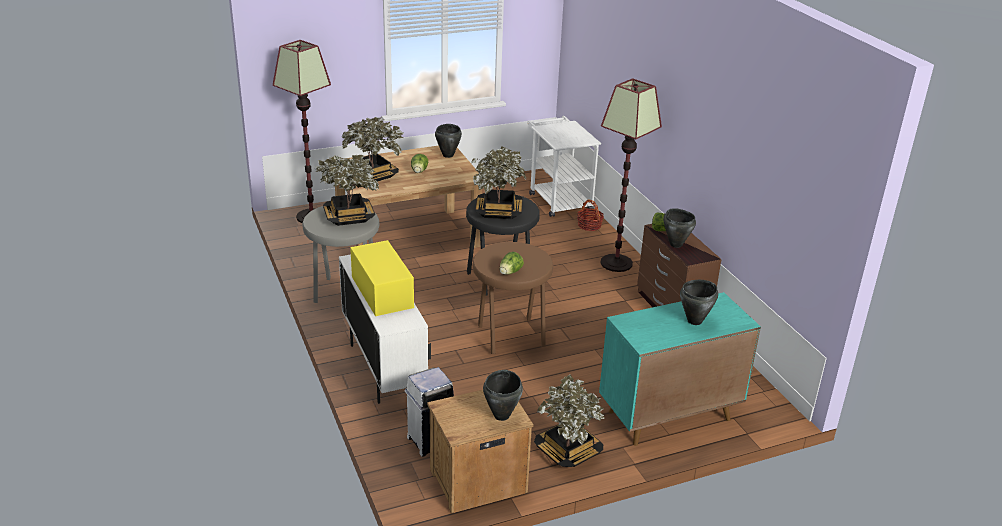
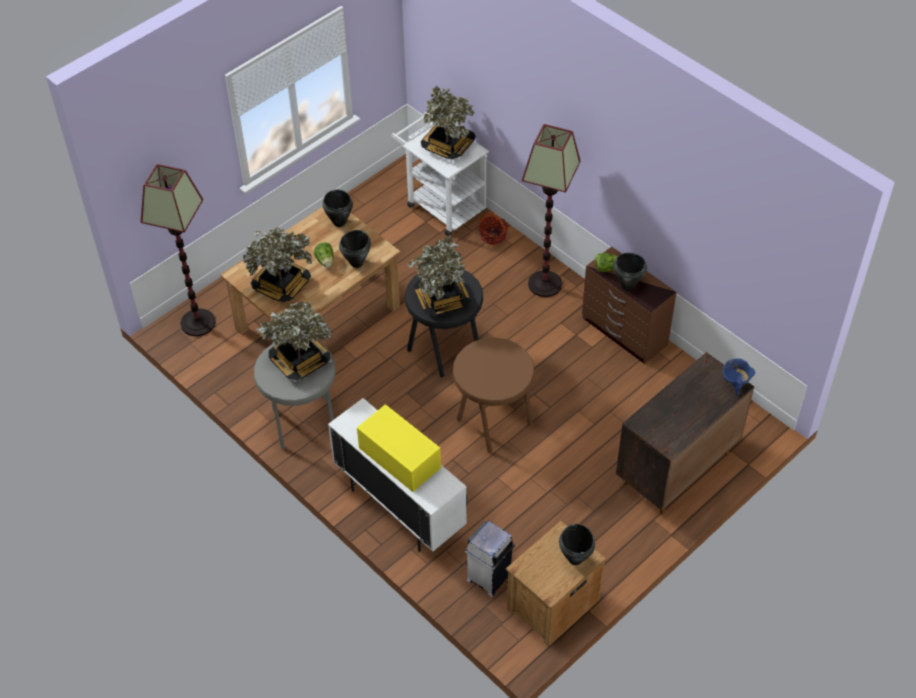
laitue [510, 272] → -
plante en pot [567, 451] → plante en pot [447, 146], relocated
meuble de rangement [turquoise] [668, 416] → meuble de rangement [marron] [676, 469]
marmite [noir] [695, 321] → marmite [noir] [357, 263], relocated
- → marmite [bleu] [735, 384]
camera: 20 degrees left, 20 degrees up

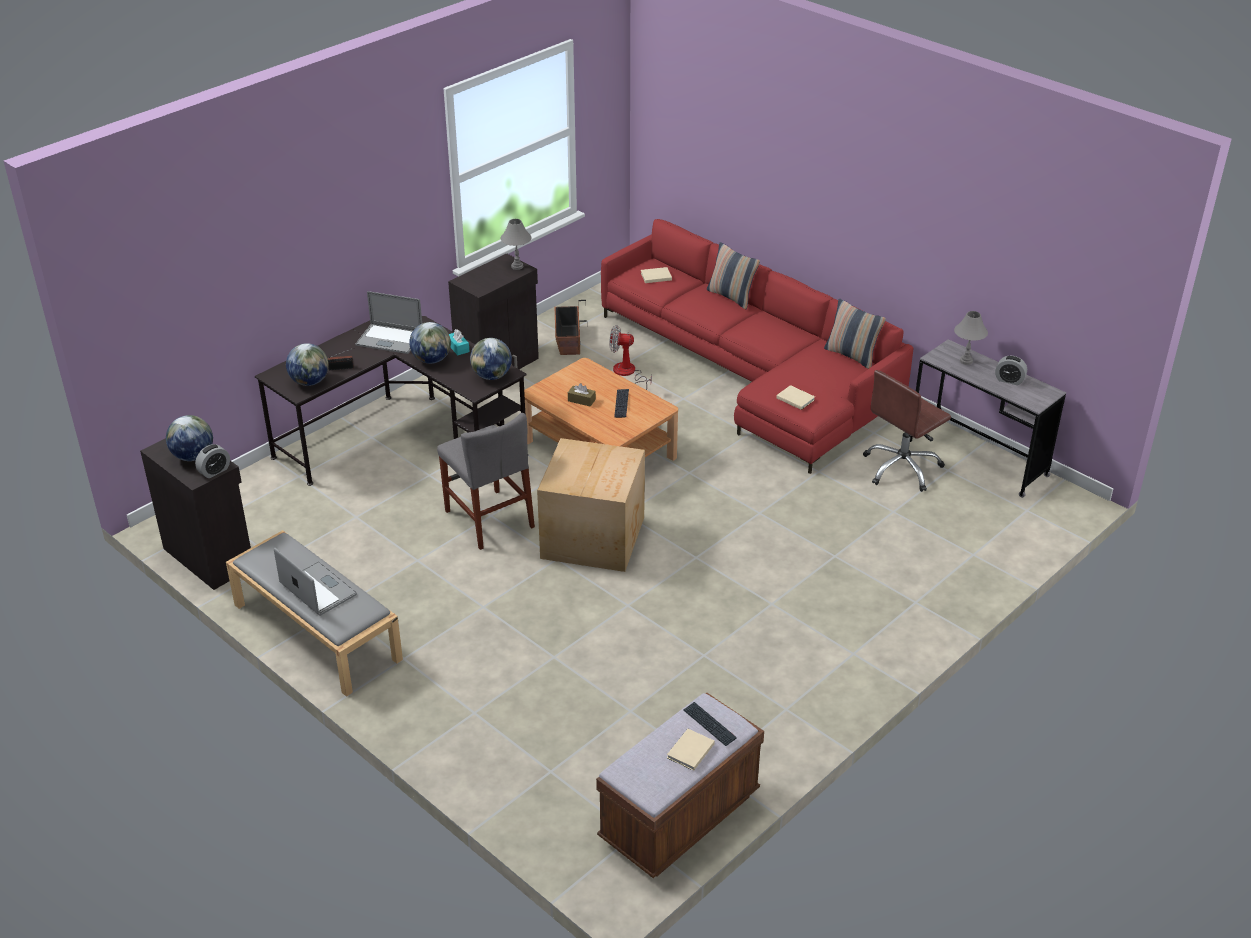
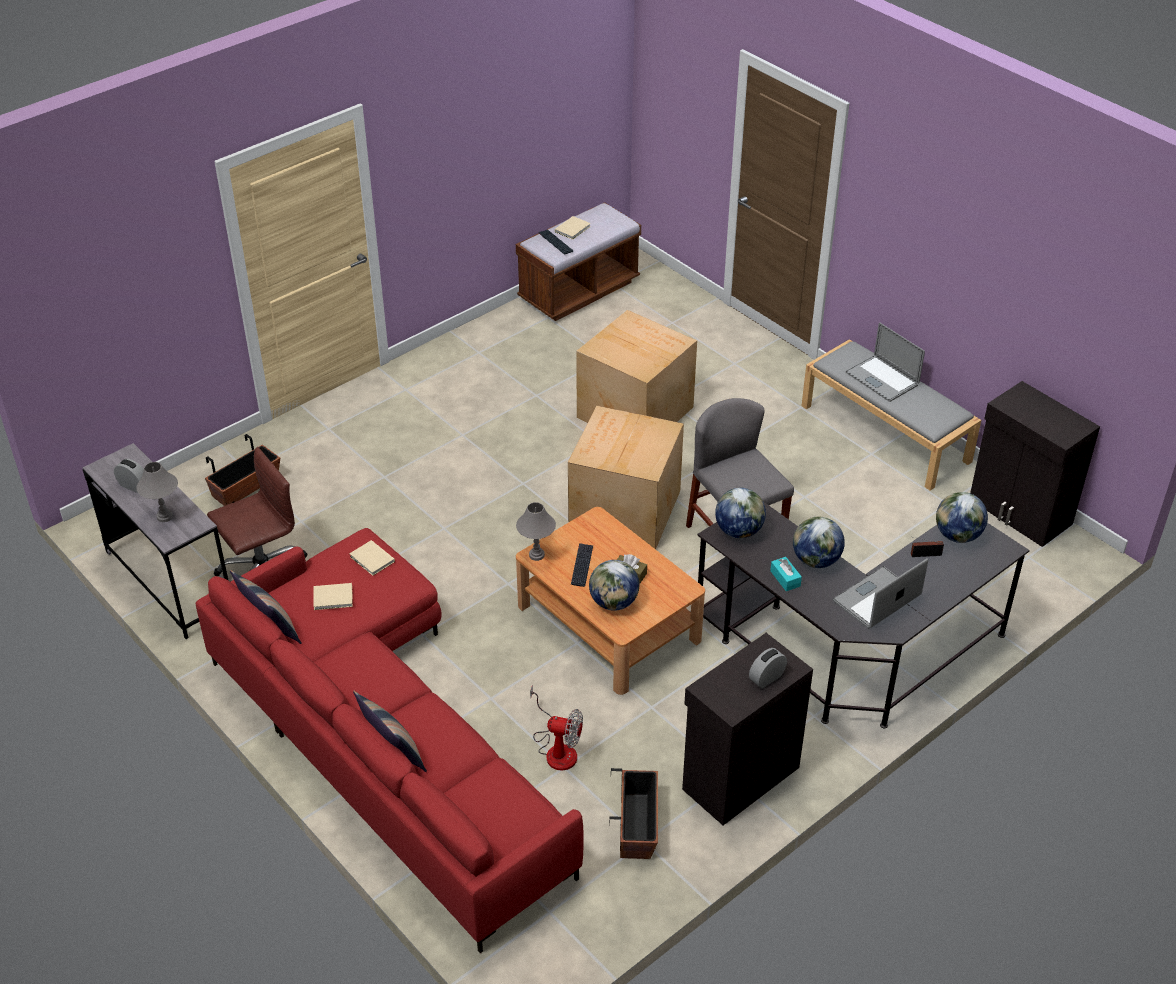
globe [193, 456] → globe [614, 602], relocated
réveil [214, 471] → réveil [766, 678], relocated
ordinateur portable [389, 339] → ordinateur portable [877, 598], 60 degrees counterclockwise
lampe de table [gris] [517, 266] → lampe de table [gris] [537, 555], relocated
livre [beige] [655, 276] → livre [beige] [334, 598], relocated
- → cache-pot [246, 487]
- → carton [635, 411]
camera: 175 degrees left, 5 degrees up

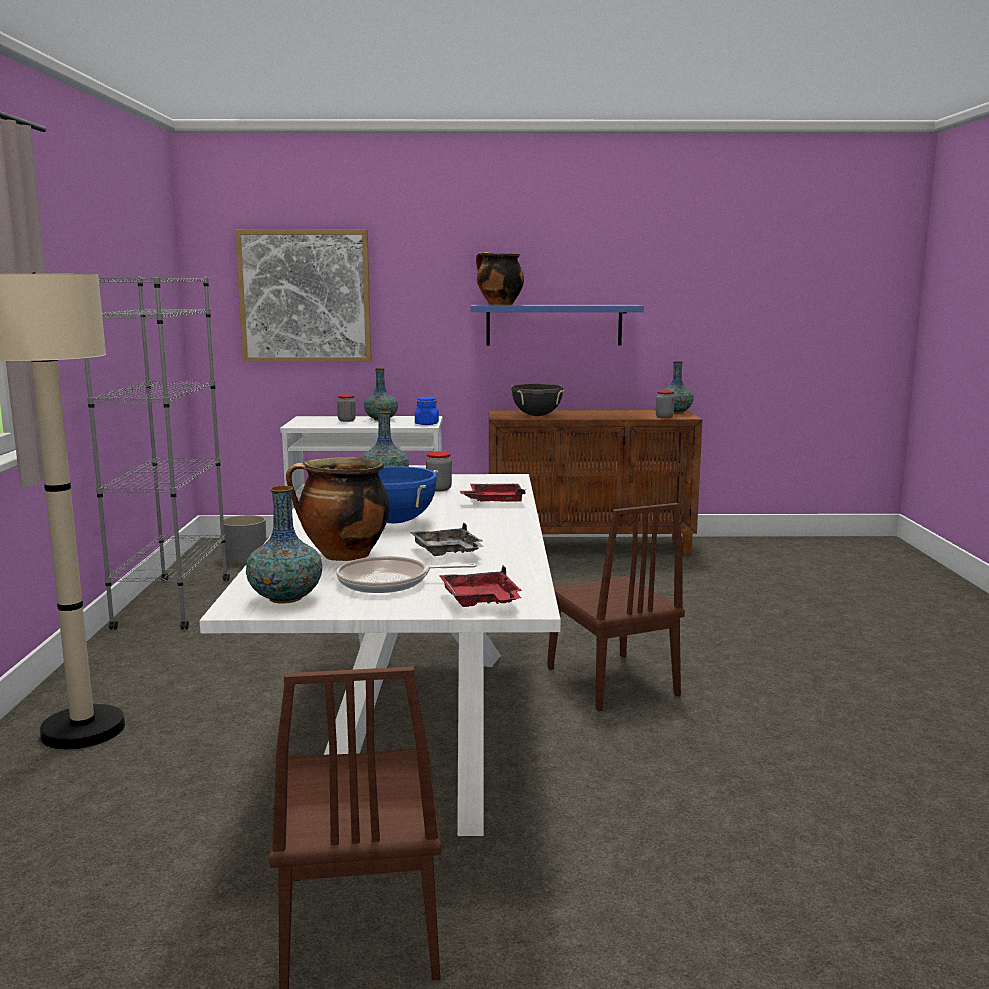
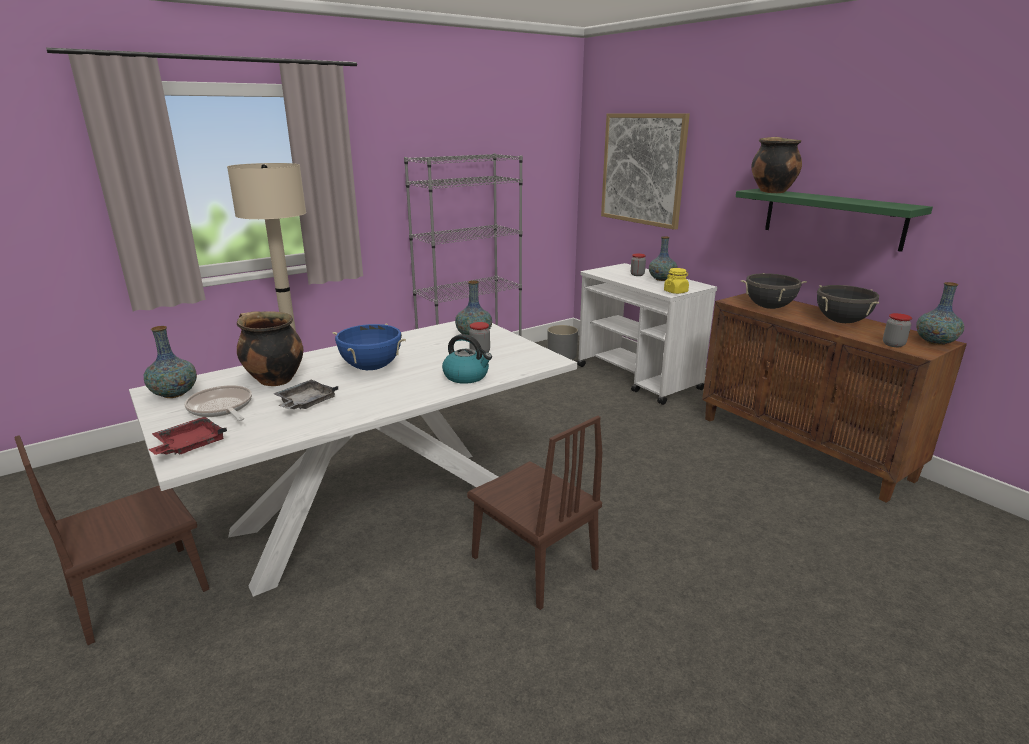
bocal [bleu] [426, 424] → bocal [jaune] [675, 292]
plateau [rouge] [494, 501] → bouilloire [467, 376]
étagère [bleu] [554, 325] → étagère [vert] [832, 218]
chaise [marron] [611, 681] → chaise [marron] [534, 562], 75 degrees counterclockwise
- → marmite [noir] [841, 322]
camera: 55 degrees right, 10 degrees up

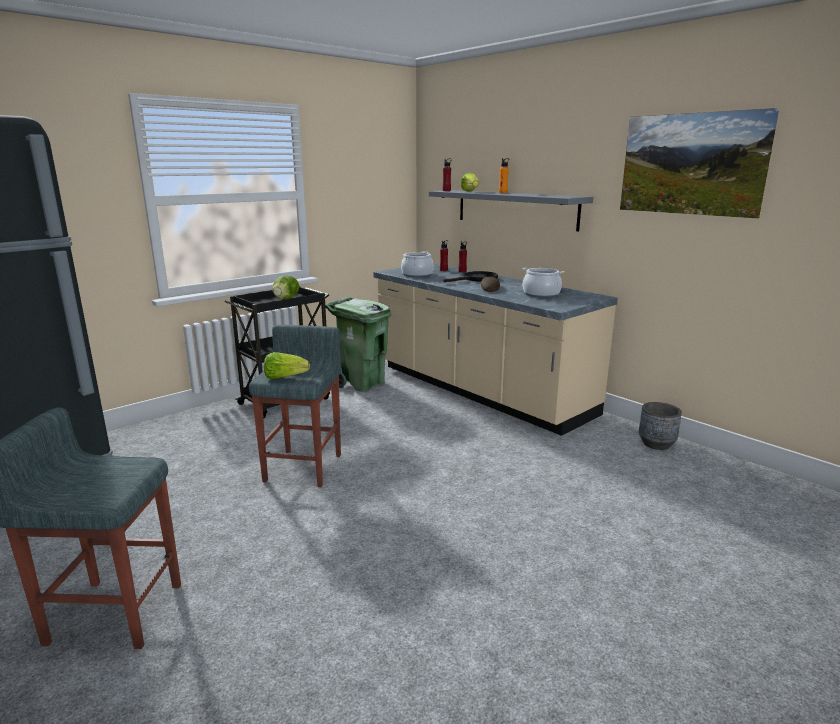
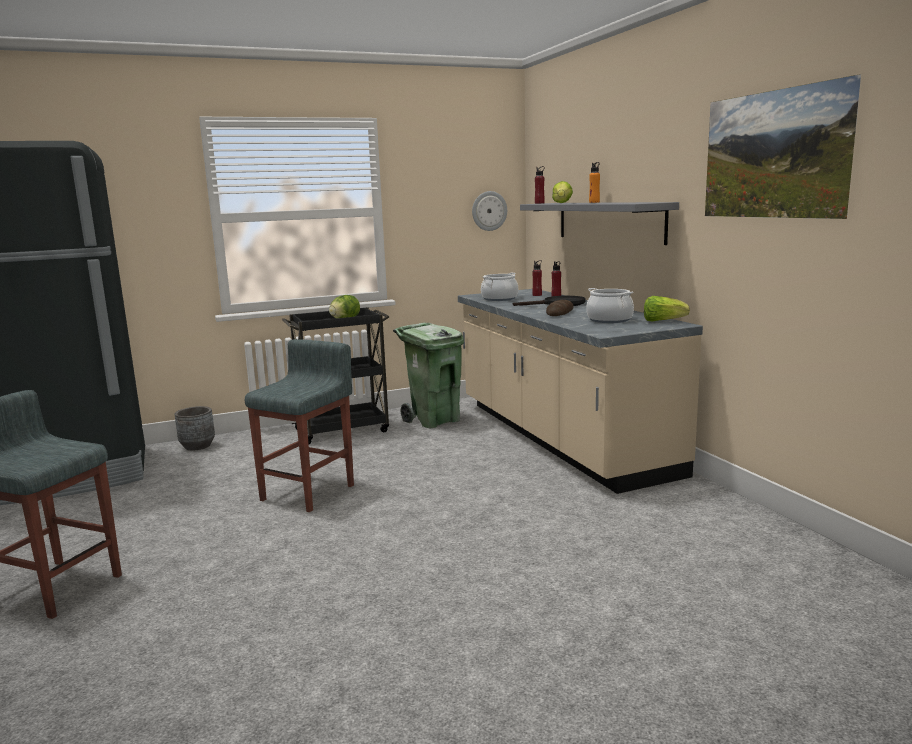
laitue [284, 377] → laitue [662, 321], relocated
cache-pot [gris] [656, 444] → cache-pot [gris] [197, 446], relocated
- → horloge murale [489, 211]
camera: 20 degrees right, 5 degrees down

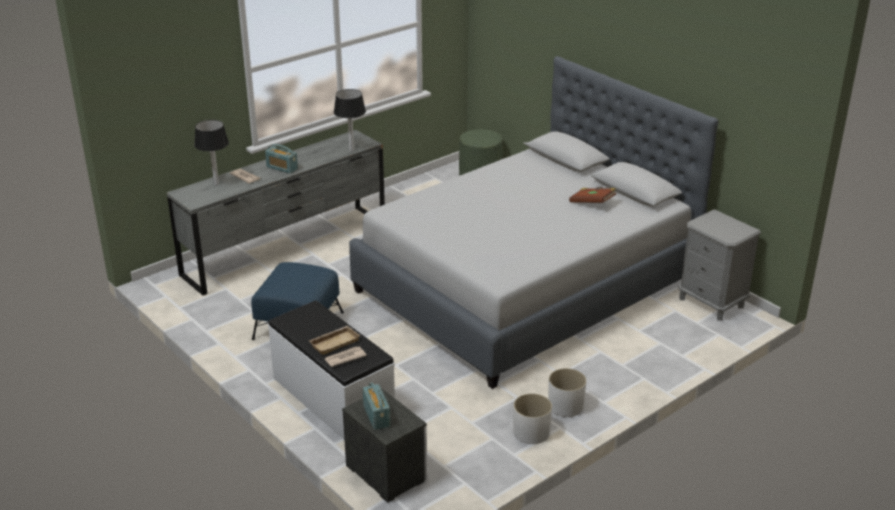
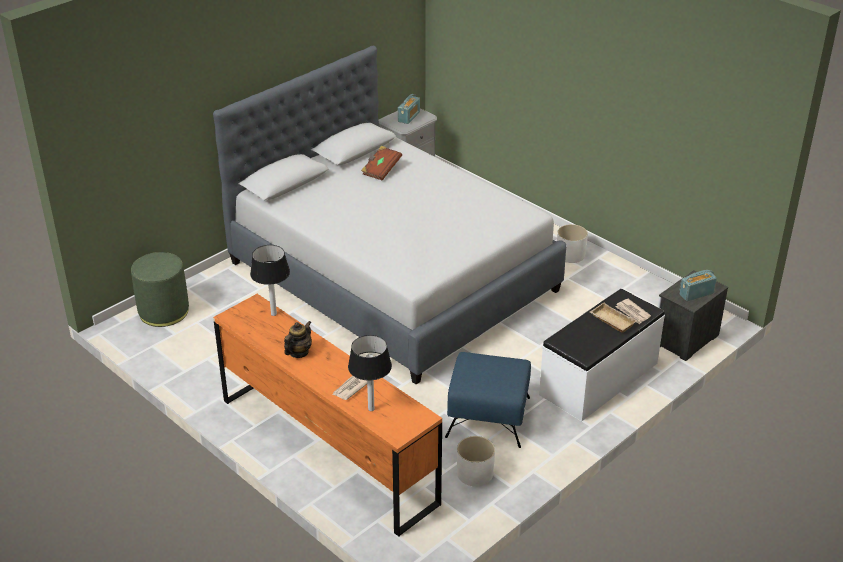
commode [gris] [286, 248] → commode [orange] [327, 450]
radio [282, 168] → radio [409, 117], relocated
cache-pot [blanc] [531, 432] → cache-pot [blanc] [475, 473], relocated
- → théière [298, 352]
camera: 95 degrees left, 5 degrees up

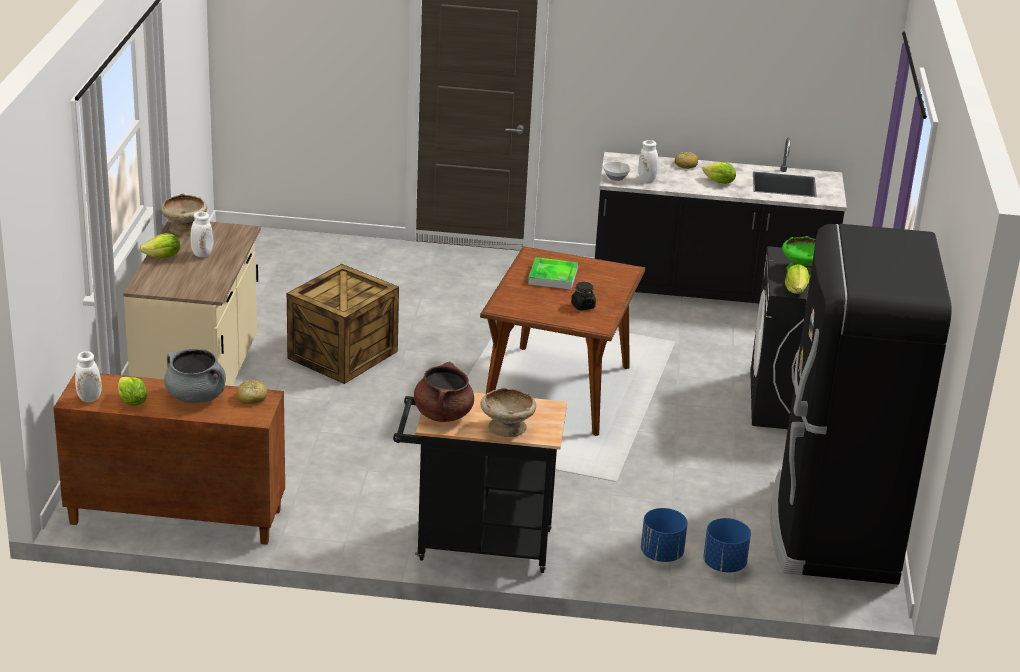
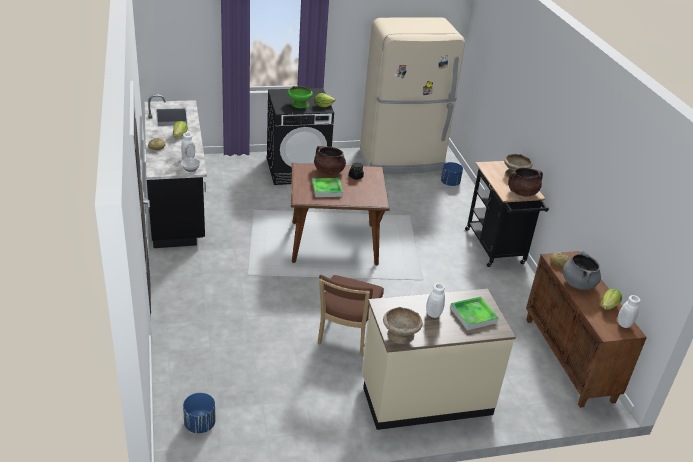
laitue [163, 257] → -
caisse [342, 354] → chaise [marron] [346, 336]
cache-pot [bleu] [661, 554] → cache-pot [bleu] [200, 424], relocated
réfrigérateur [noir] [832, 530] → réfrigérateur [beige] [402, 159]
- → marmite [marron] [328, 171]
- → plateau [473, 315]
camera: 110 degrees left, 5 degrees up

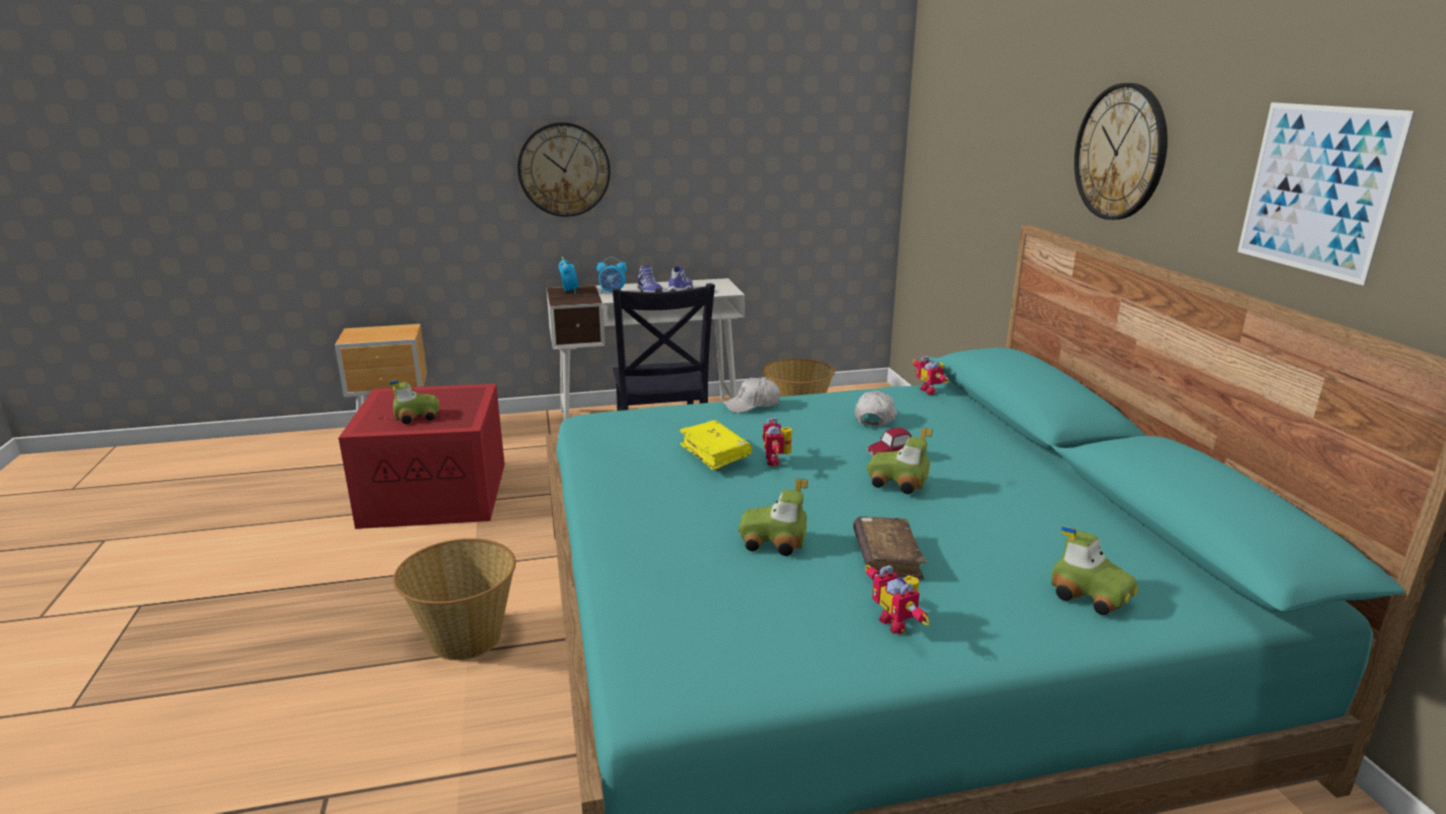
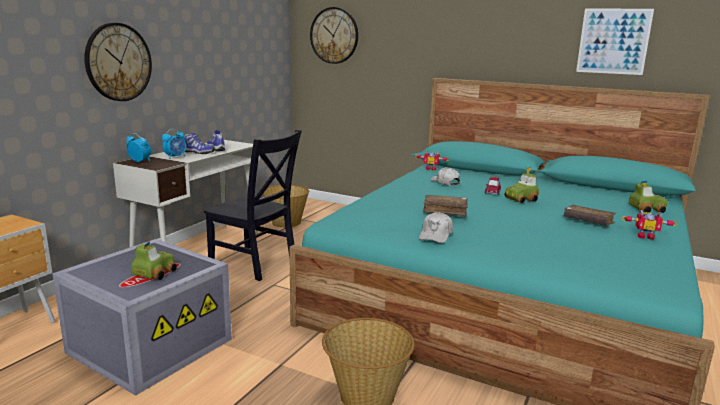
boîte de rangement [rouge] [437, 493] → boîte de rangement [gris] [151, 344]
livre [jaune] [715, 452] → livre [marron] [445, 210]
casquette [blanc] [752, 405] → casquette [blanc] [435, 235], relocated
petite voiture [773, 542] → -
robot jouet [777, 461] → -
horloge murale [1120, 152] → horloge murale [334, 35], relocated
camera: 50 degrees left, 5 degrees down

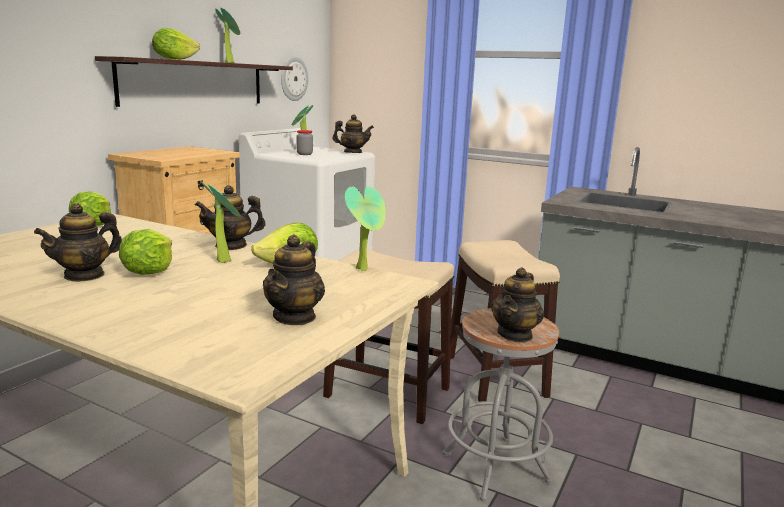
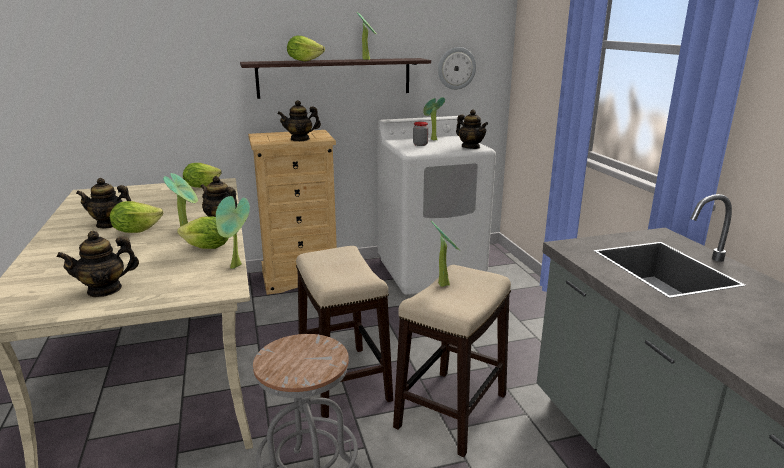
théière [515, 335] → théière [300, 139], relocated
- → plante en pot [444, 283]
camera: 45 degrees right, 5 degrees up

